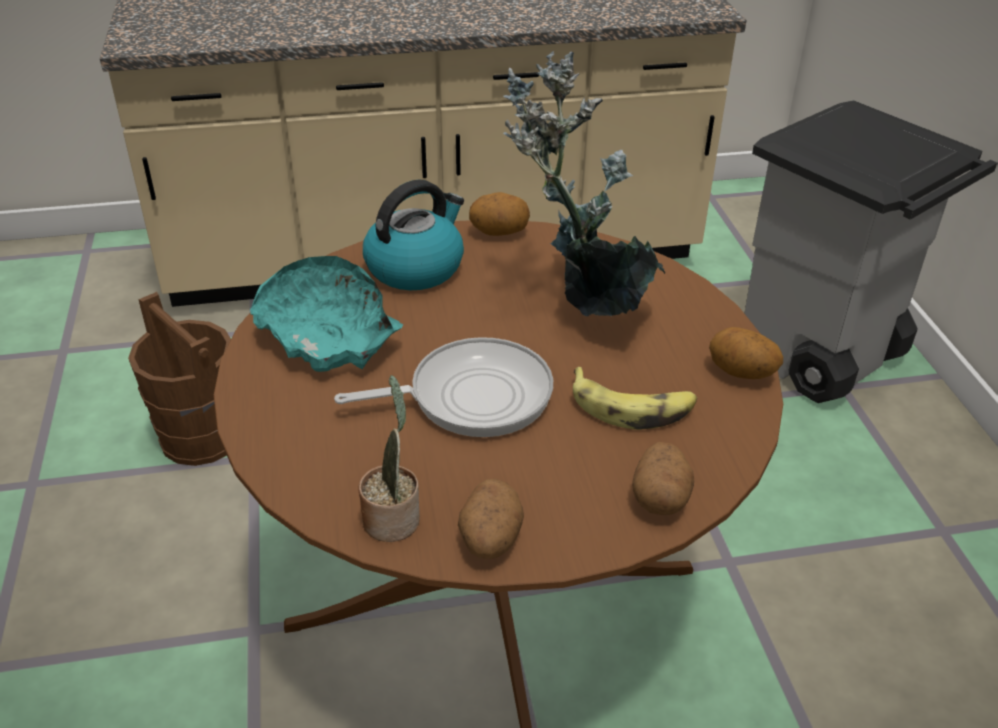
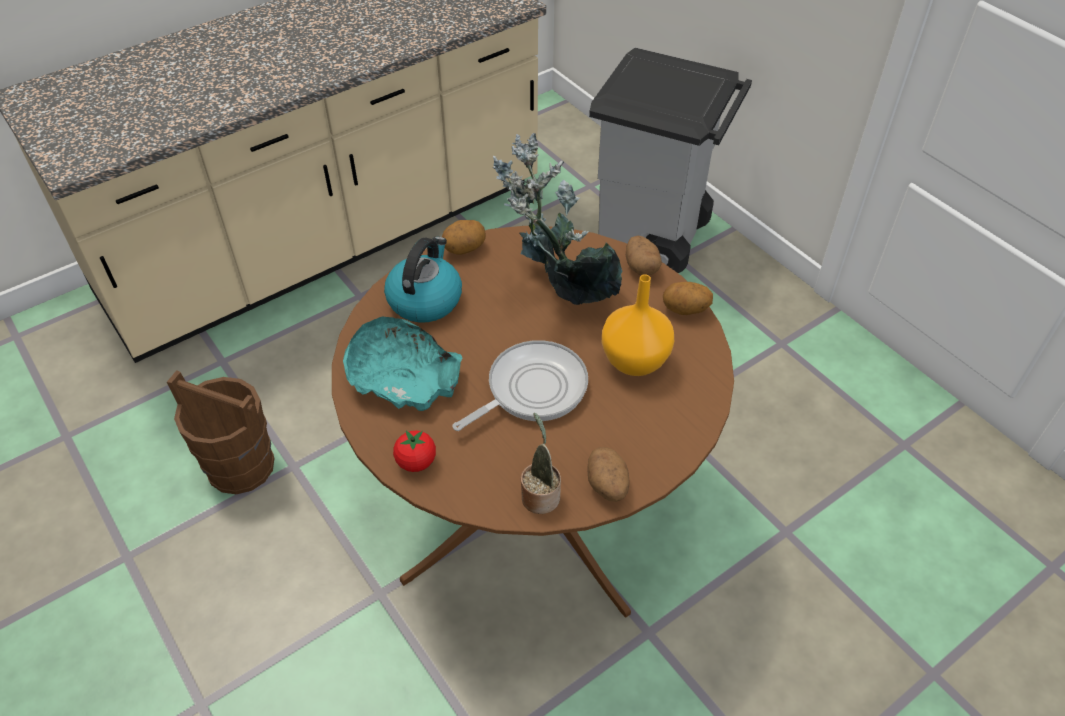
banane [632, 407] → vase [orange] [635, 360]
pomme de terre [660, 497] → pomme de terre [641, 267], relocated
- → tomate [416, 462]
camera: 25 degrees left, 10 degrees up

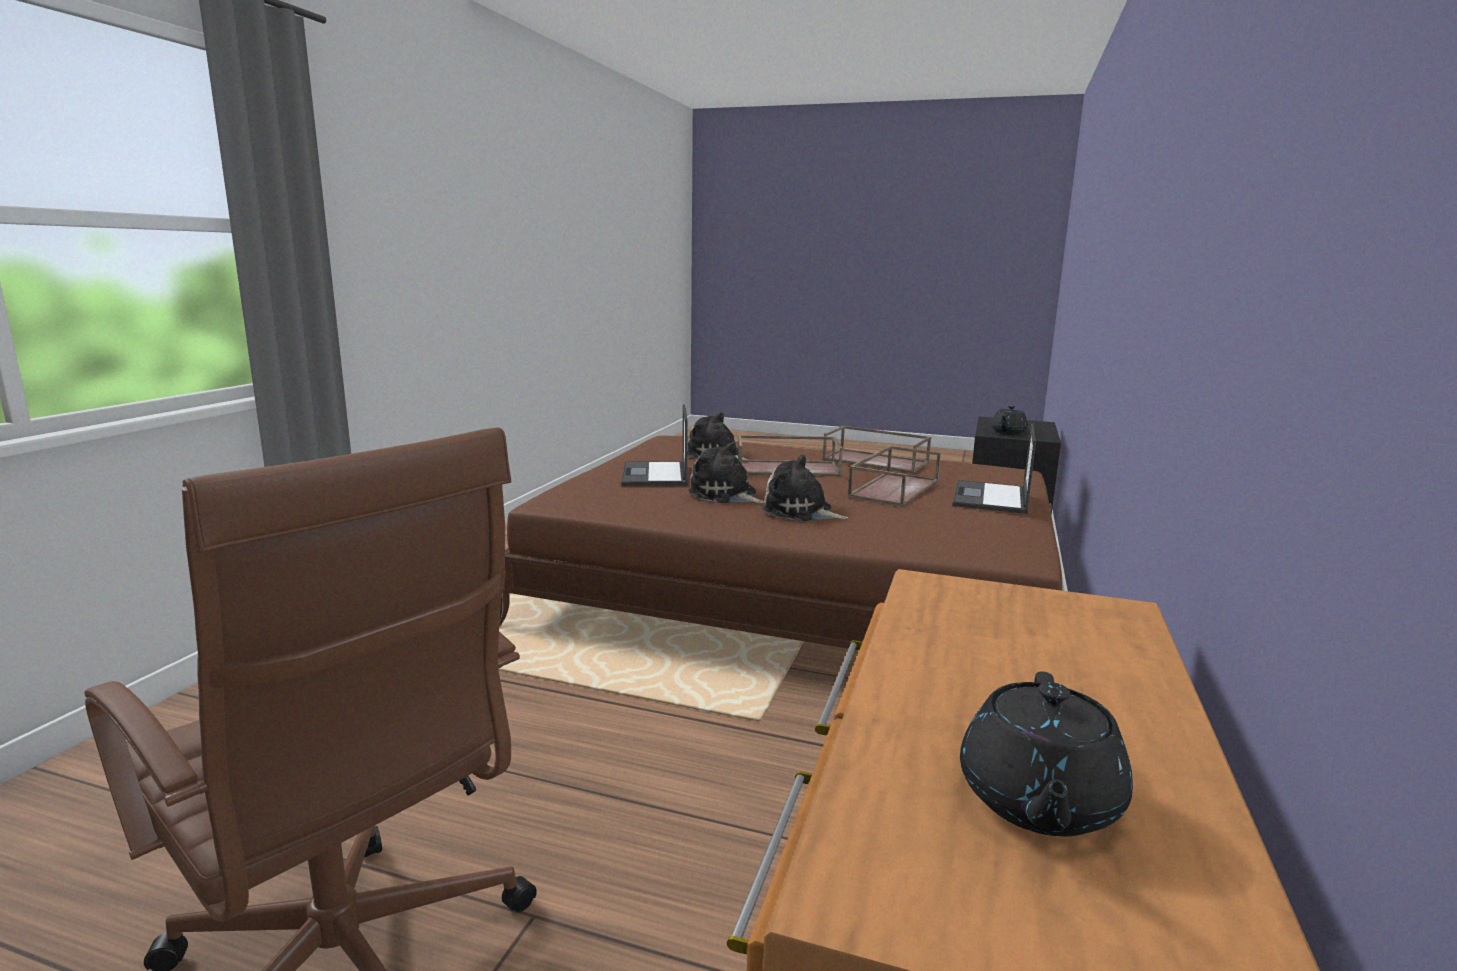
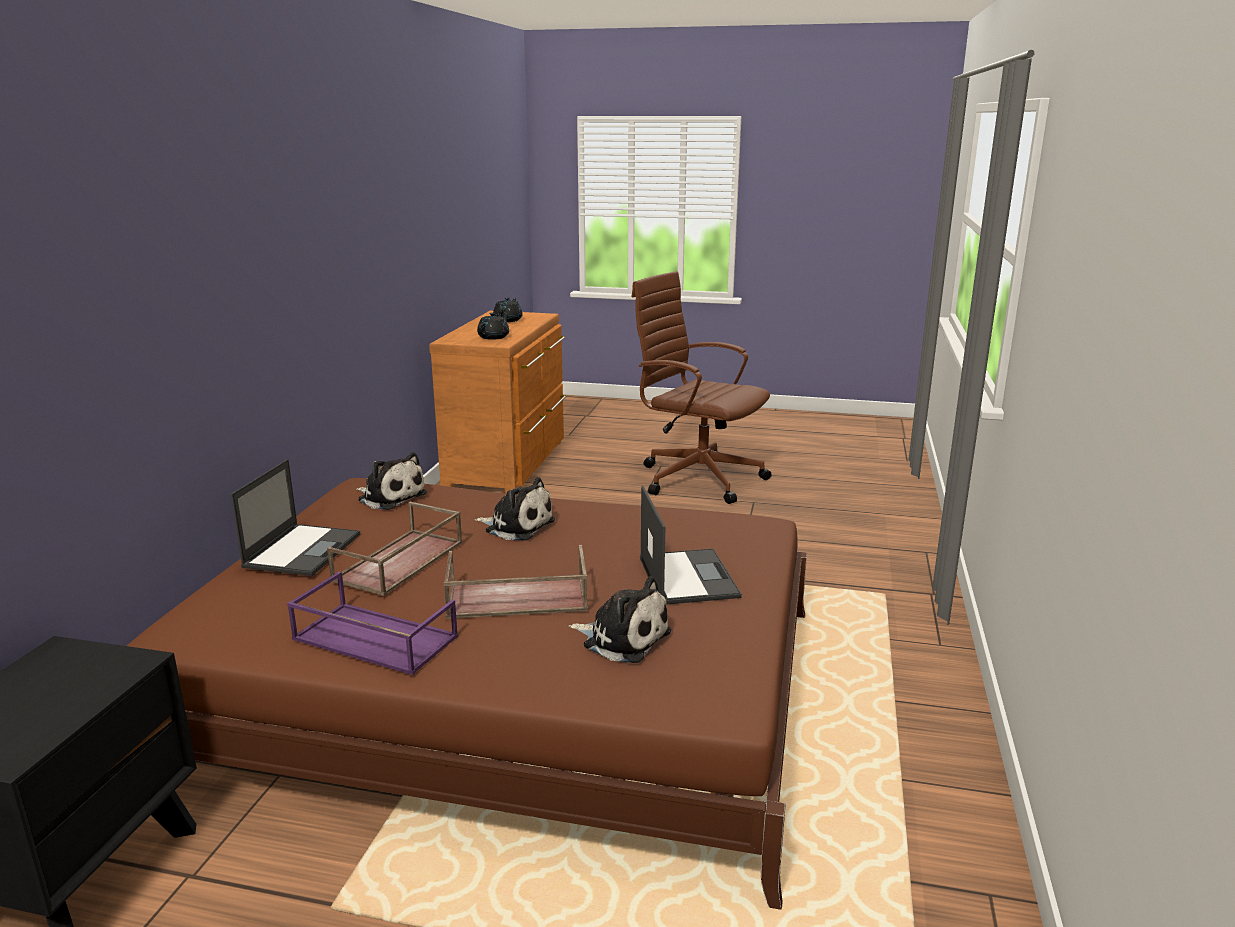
peluche [725, 495] → peluche [390, 497], relocated
plateau [marron] [877, 461] → plateau [violet] [372, 638]
théière [noir] [1008, 432] → théière [noir] [494, 337], relocated
camera: 175 degrees right, 5 degrees up

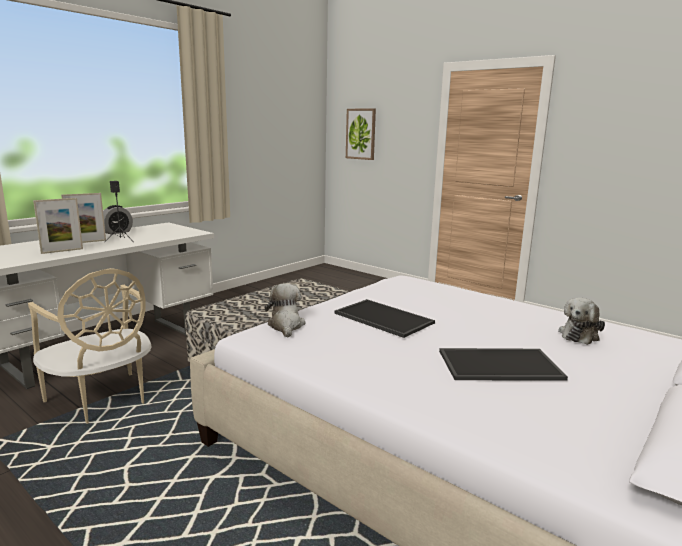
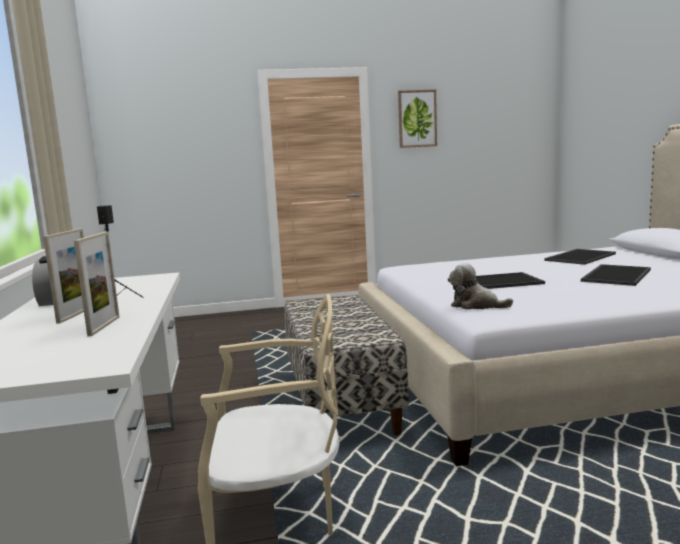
tableau [361, 134] → tableau [417, 119], relocated
peluche [579, 335] → plateau [579, 257]
camera: 50 degrees left, 5 degrees down

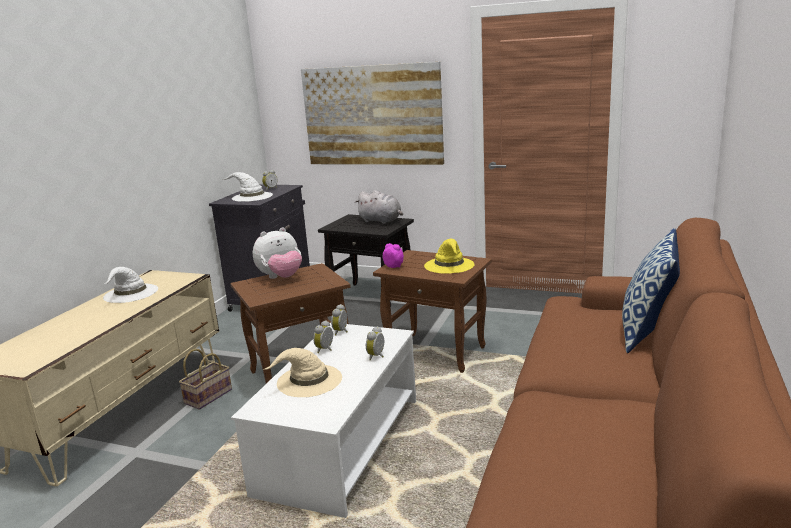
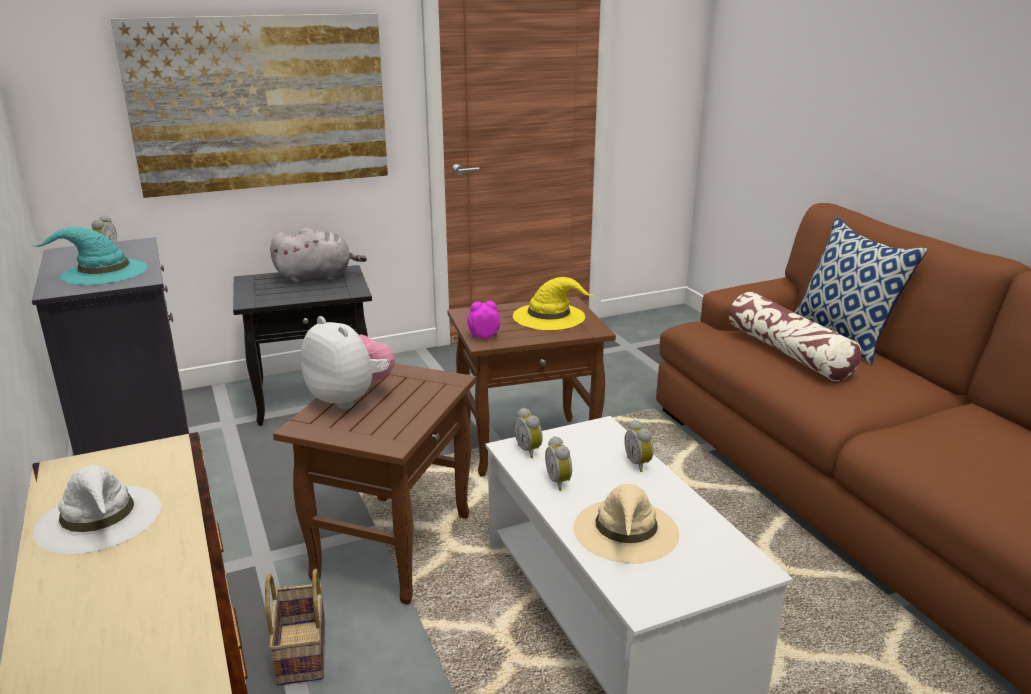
chapeau [blanc] [251, 196] → chapeau [turquoise] [103, 272]
peluche [281, 278] → peluche [350, 398], 60 degrees counterclockwise
- → coussin [788, 352]
camera: 45 degrees left, 5 degrees up

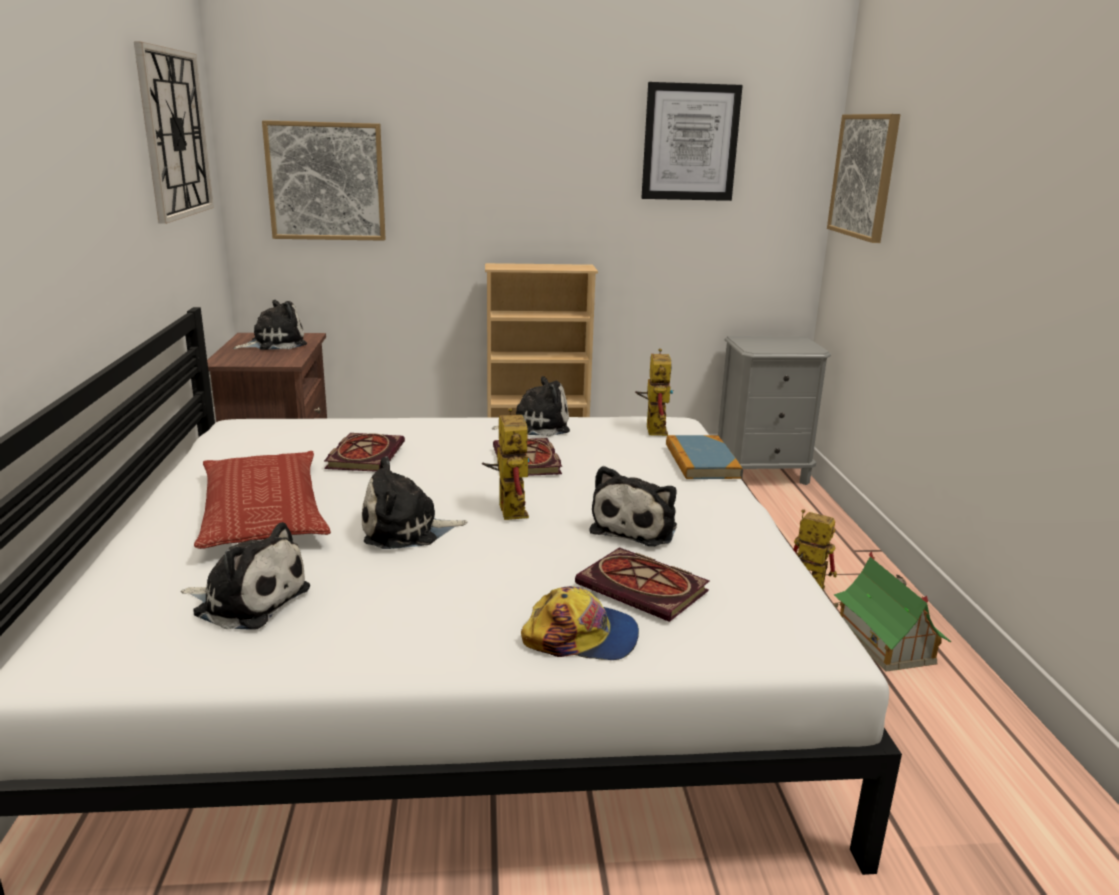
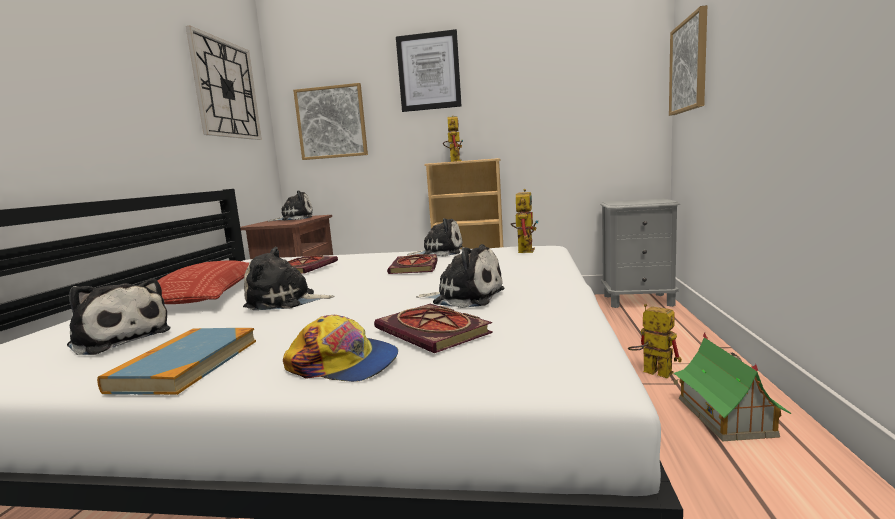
robot jouet [507, 508] → robot jouet [454, 161], relocated
peluche [636, 528] → peluche [465, 297], 105 degrees counterclockwise
tableau [690, 142] → tableau [429, 72], relocated
livre [701, 461] → livre [186, 364], relocated
camera: 15 degrees right, 10 degrees down

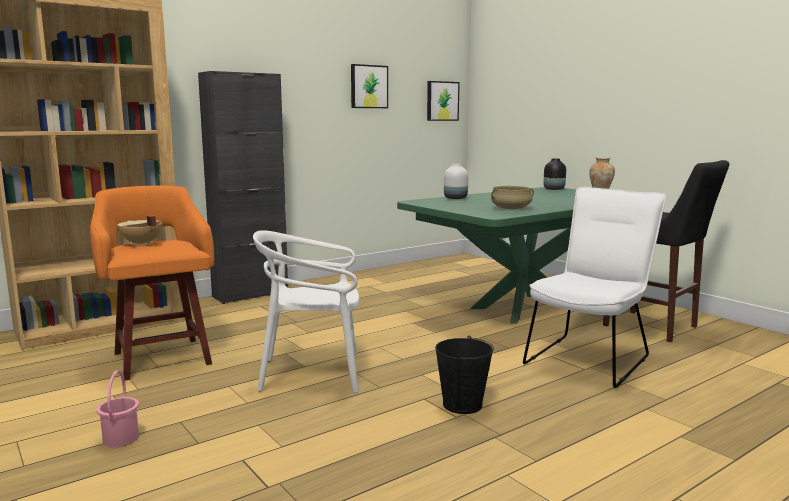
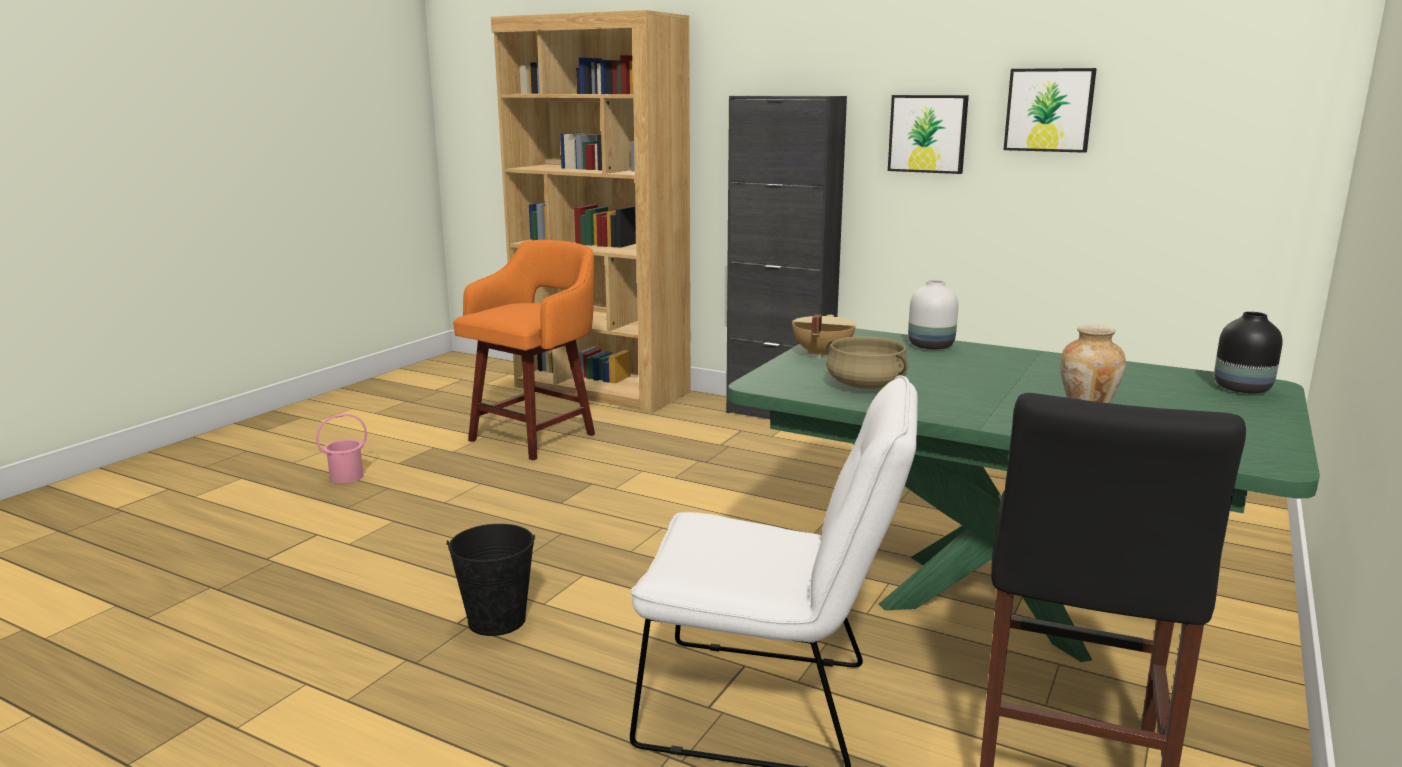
marmite [beige] [141, 244] → marmite [beige] [821, 354], relocated
chaise [blanc] [312, 373] → -
tableau [442, 101] → tableau [928, 133], relocated
camera: 65 degrees right, 5 degrees up

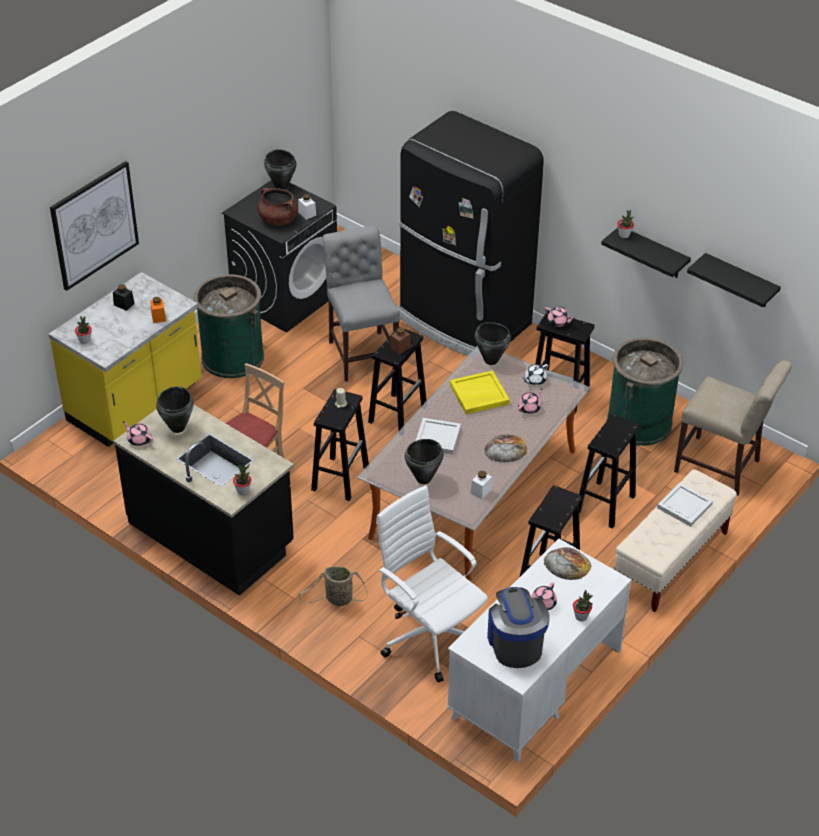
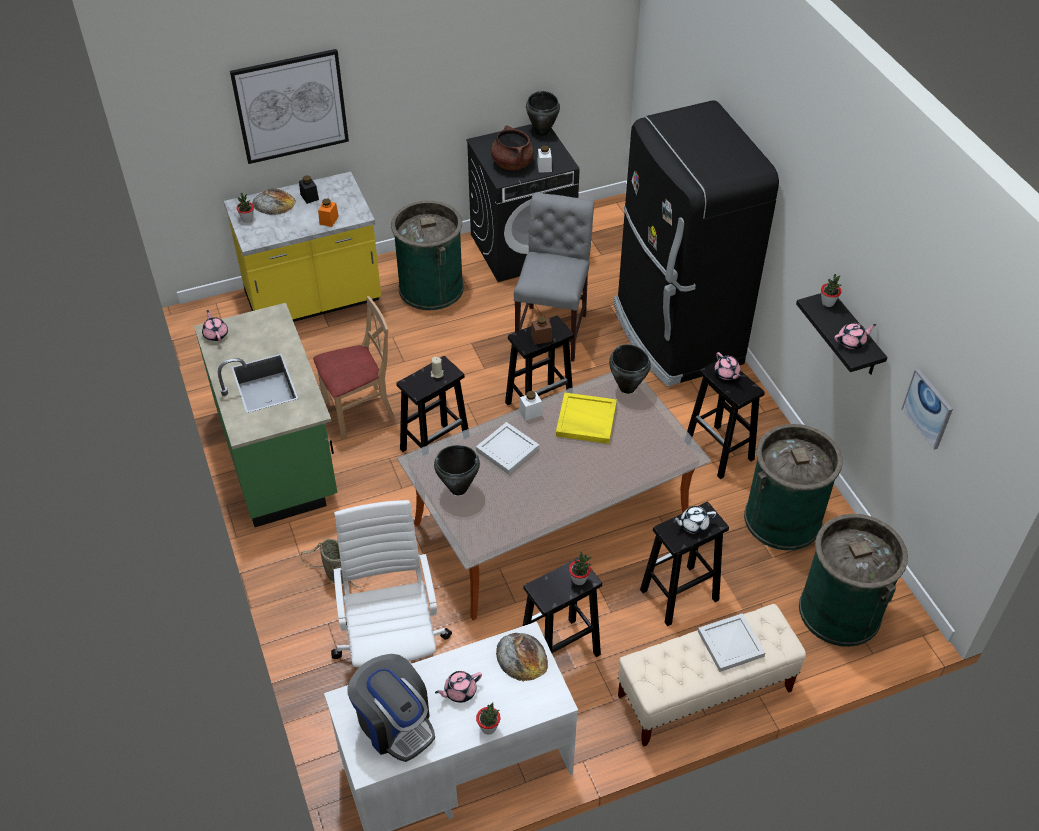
comptoir de cuisine [noir] [212, 534] → comptoir de cuisine [vert] [278, 454]
marmite [noir] [178, 427] → -
plante en pot [243, 491] → plante en pot [579, 579], relocated
bocal [blanc] [481, 491] → bocal [blanc] [530, 412], relocated
pain [505, 449] → pain [273, 203], relocated
machine à café [515, 643] → machine à café [395, 723], 120 degrees clockwise
théière [rose] [529, 408] → théière [rose] [852, 342], relocated
théière [blanc] [534, 380] → théière [blanc] [693, 525], relocated
chaise [beige] [721, 468] → poubelle [vert] [840, 611]
étagère [noir] [740, 281] → tableau [928, 408]
camera: 30 degrees right, 5 degrees up

